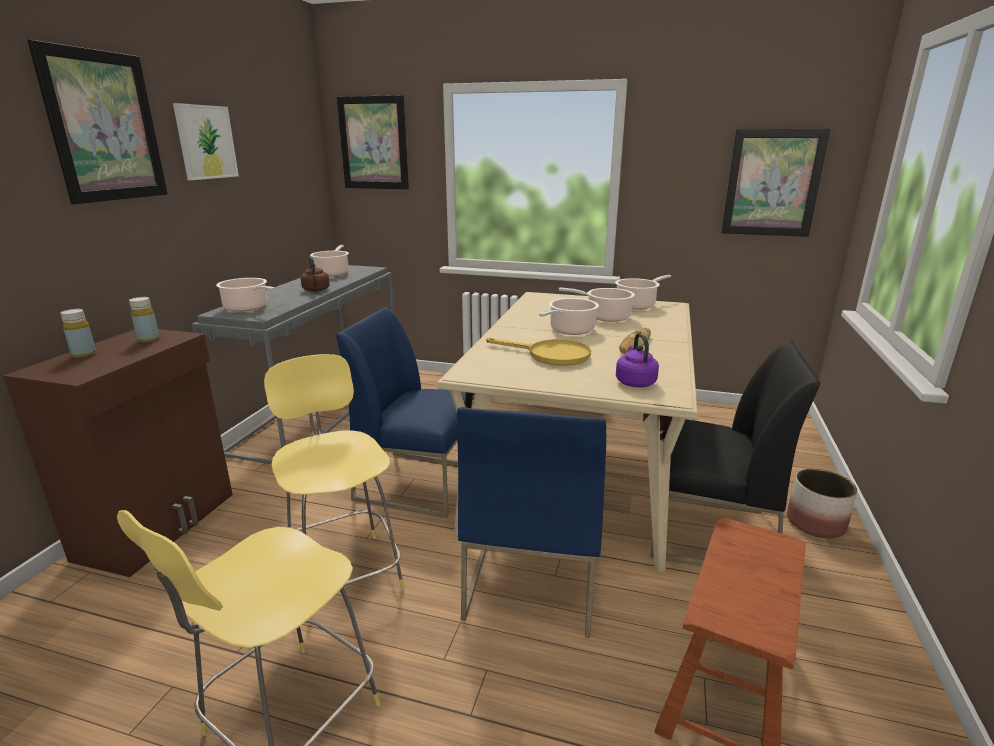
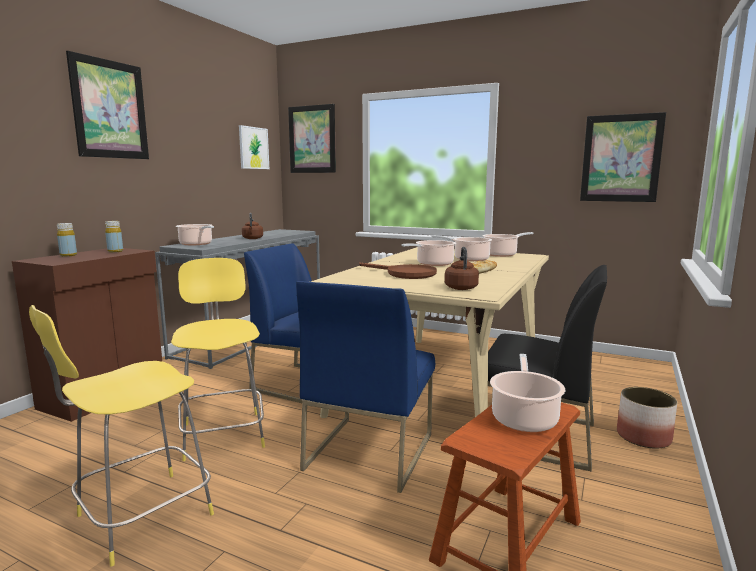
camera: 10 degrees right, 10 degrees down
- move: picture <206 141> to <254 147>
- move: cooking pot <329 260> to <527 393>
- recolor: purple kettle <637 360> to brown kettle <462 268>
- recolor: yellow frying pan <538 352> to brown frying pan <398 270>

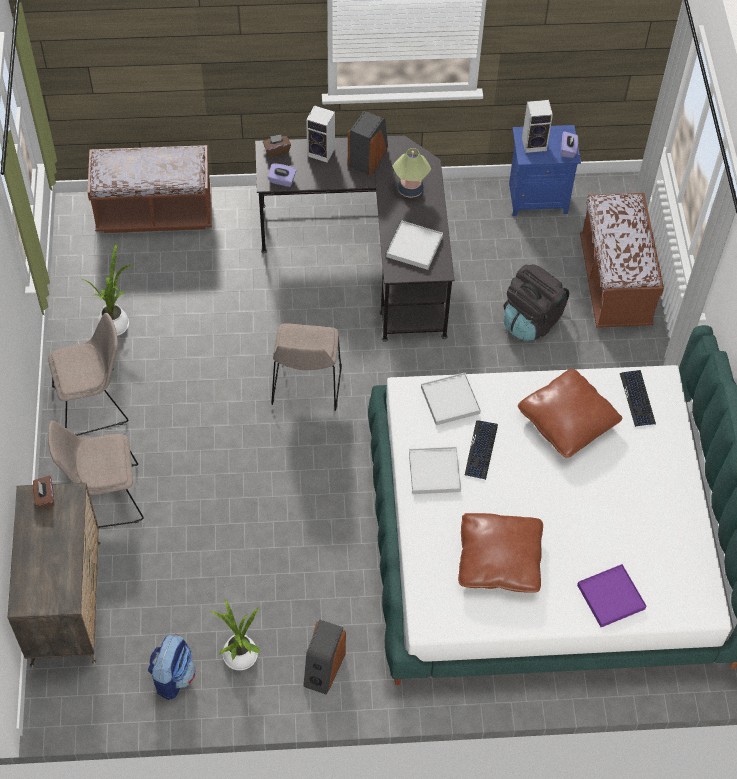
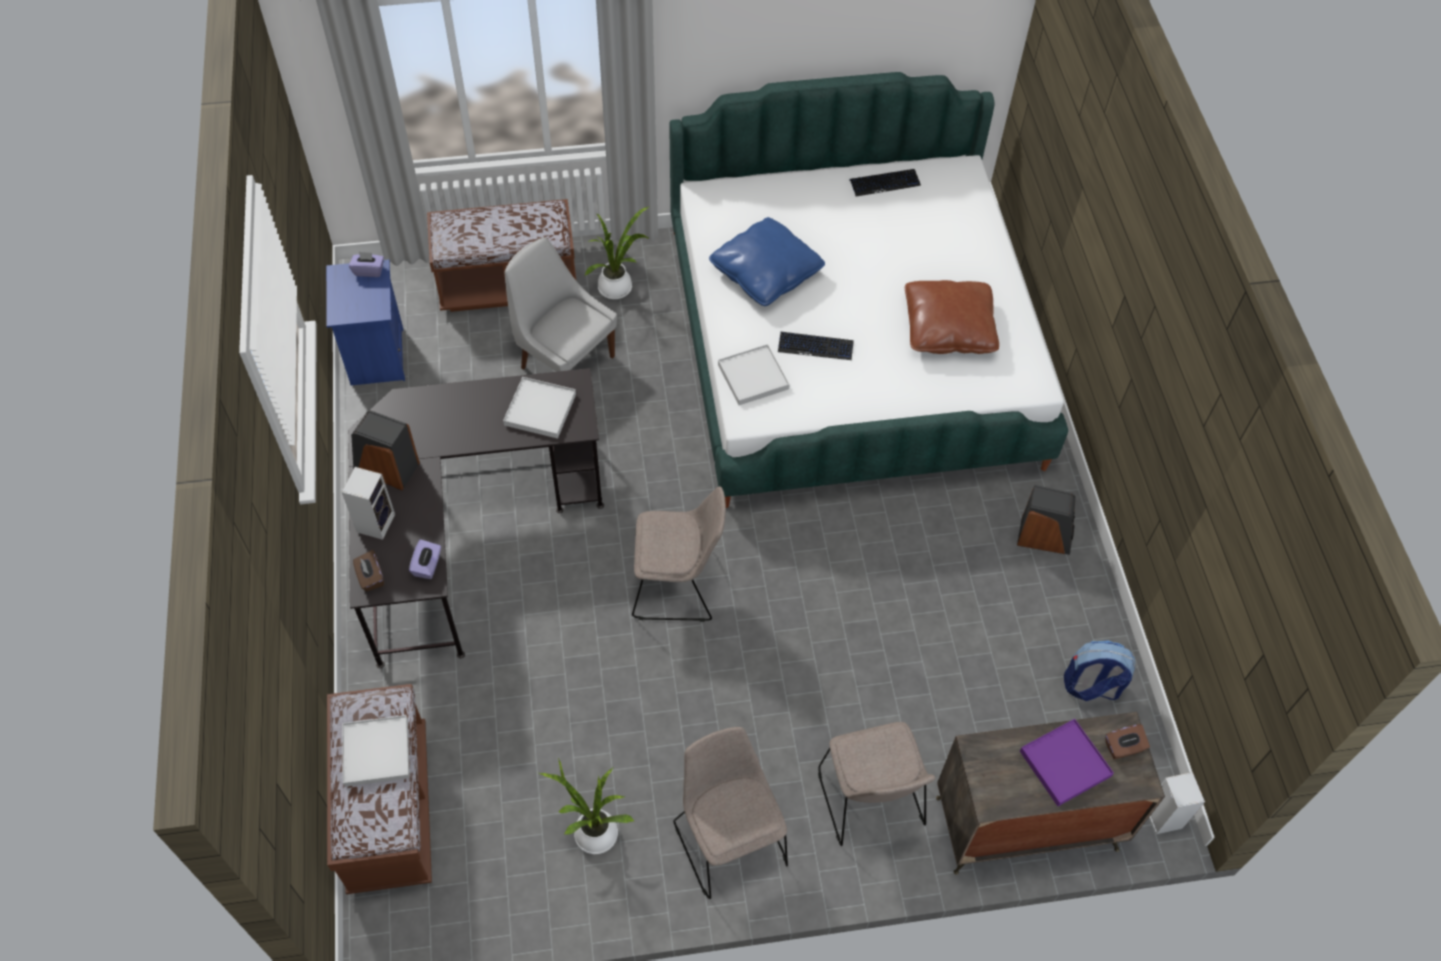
camera: 95 degrees left, 0 degrees up
- move: speaker <537 126> to <1177 803>
- delete: table lamp <412 173>
- replace: black backpack <536 302> to white chair <561 304>
- recolor: brown pillow <570 413> to blue pillow <767 261>
- move: keyboard <638 398> to <885 183>
- move: white tray <435 470> to <376 751>
- move: brown tissue box <43 491> to <1127 741>
- move: purple tray <611 595> to <1067 762>
- move: potted plant <235 633> to <617 252>

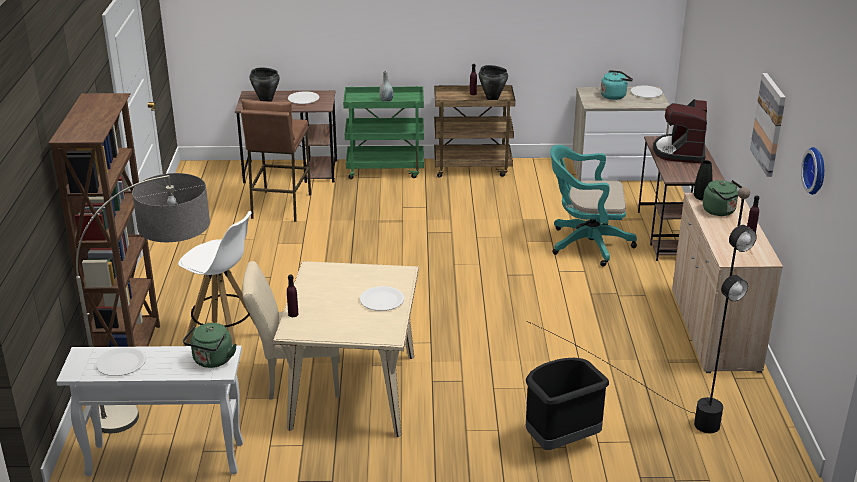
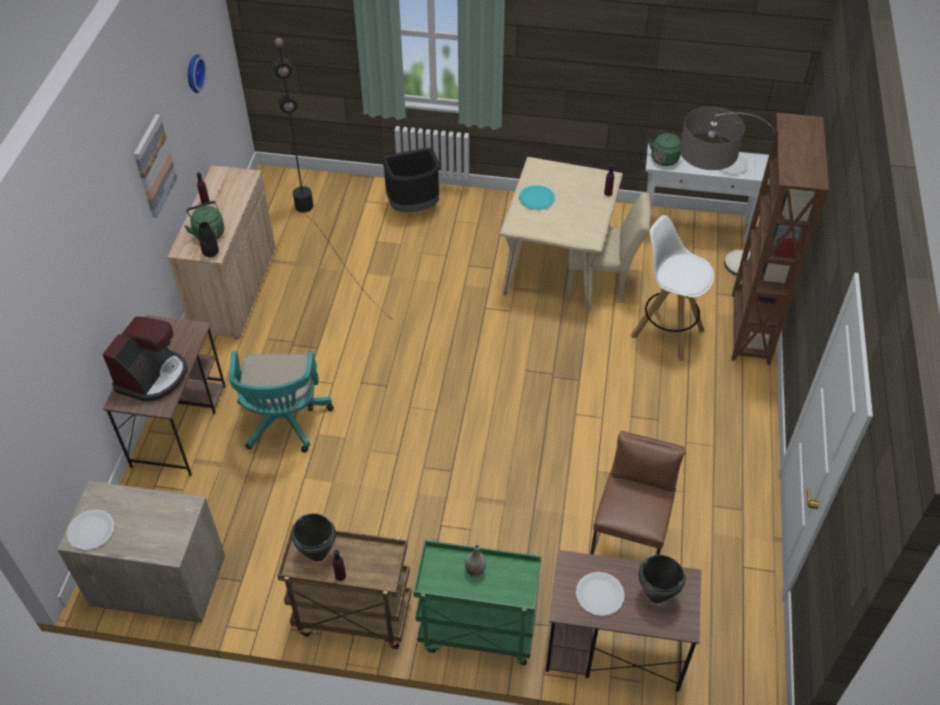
camera: 170 degrees left, 20 degrees up
- delete: turquoise kettle <617 85>
- rotate: turquoise office chair <593 206> = <280 402> 75 degrees clockwise
- recolor: white plate <382 298> to turquoise plate <537 197>

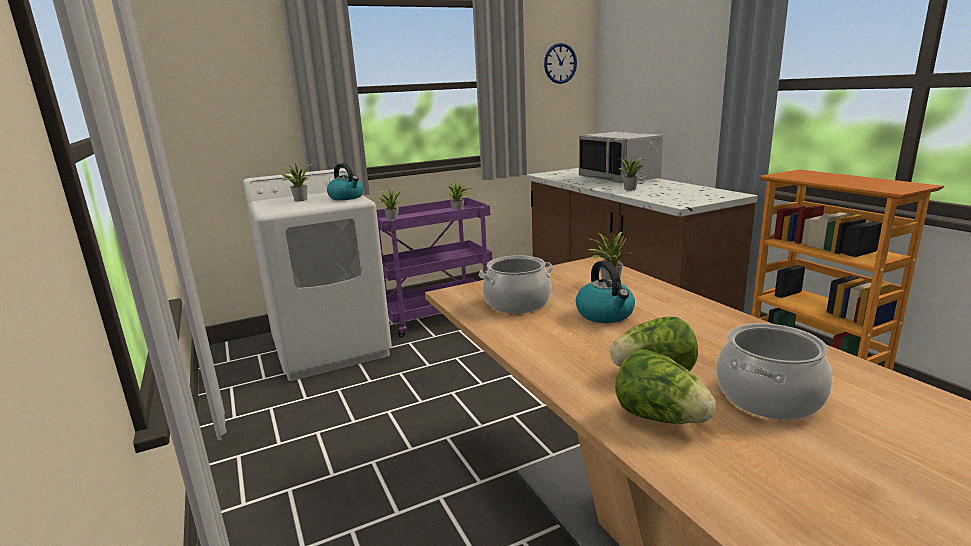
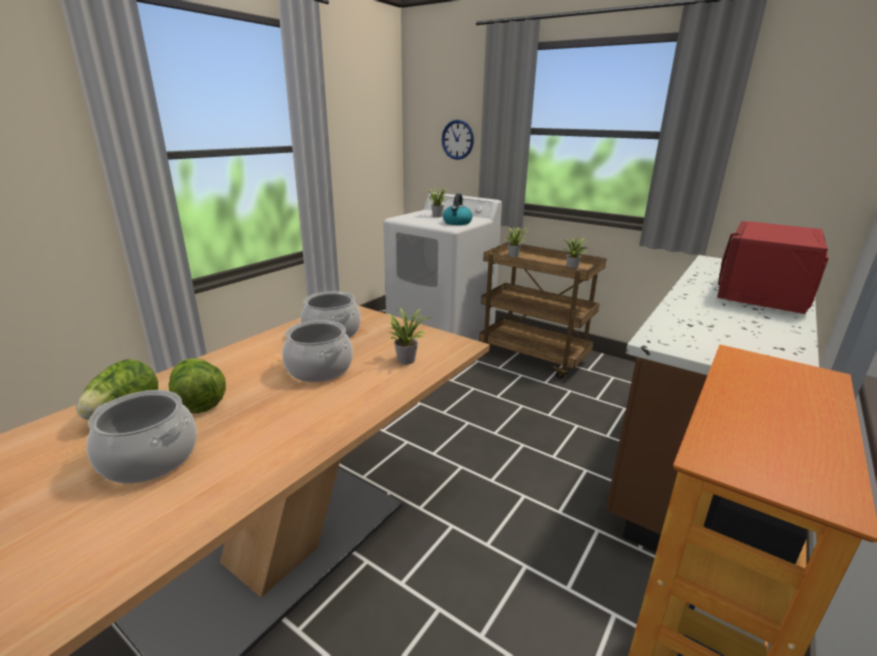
camera: 60 degrees right, 5 degrees up
- move: wall clock <560 63> to <458 140>
- recolor: grey microwave <621 157> to red microwave <773 267>
- delete: potted plant <630 173>
- recolor: purple cart <434 267> to brown cart <543 310>
- replace: kettle <605 292> to cooking pot <317 351>

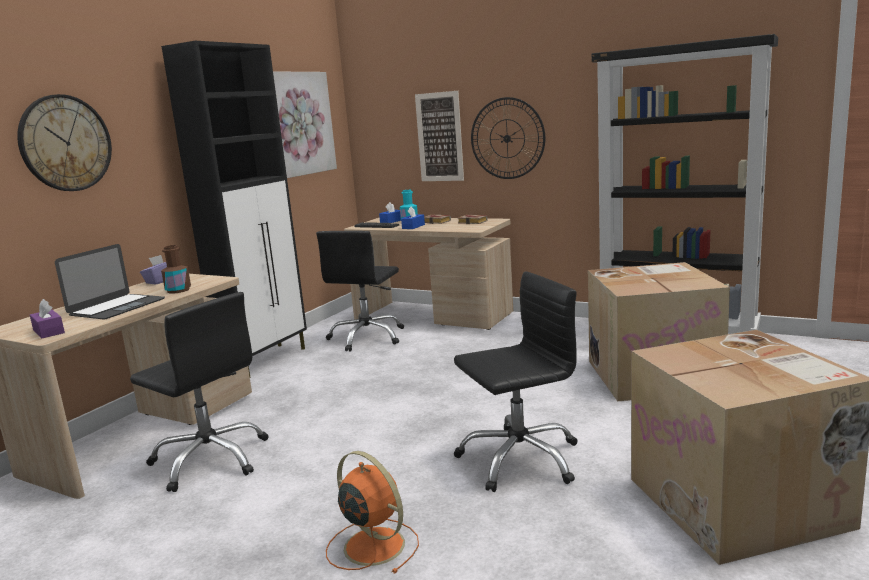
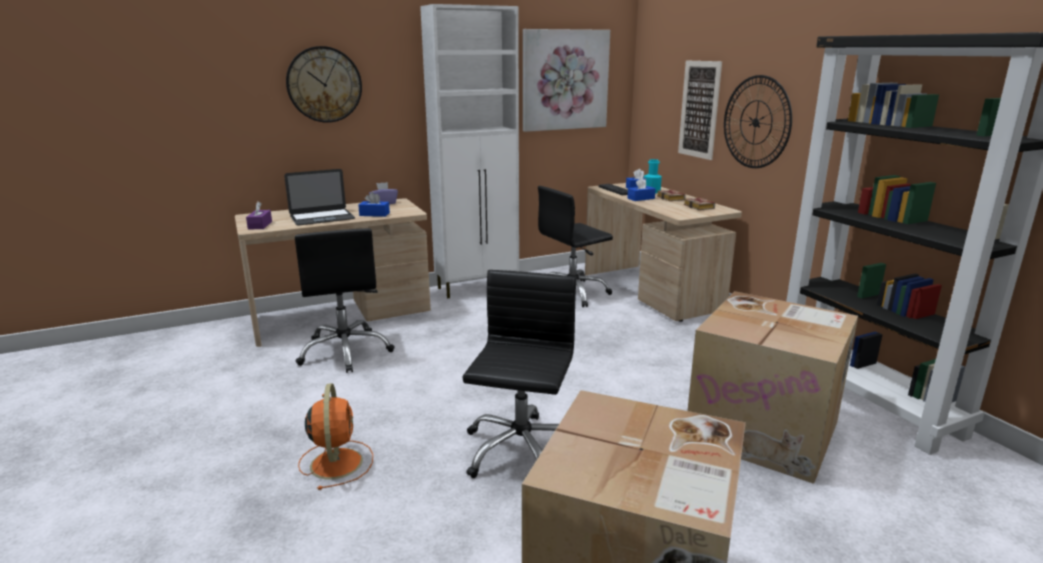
camera: 35 degrees right, 5 degrees up
- recolor: black cabinet <234 208> to white cabinet <469 151>
- replace: brown bottle <176 269> to blue tissue box <374 204>
- rotate: black office chair <516 381> = <519 374> 90 degrees counterclockwise

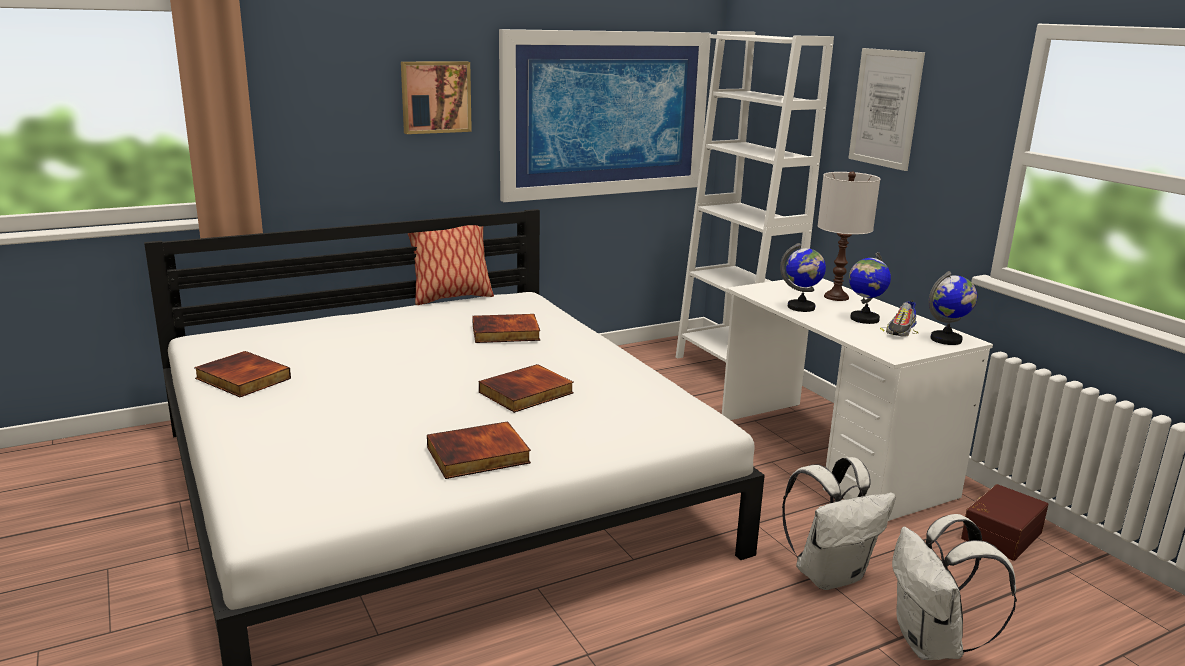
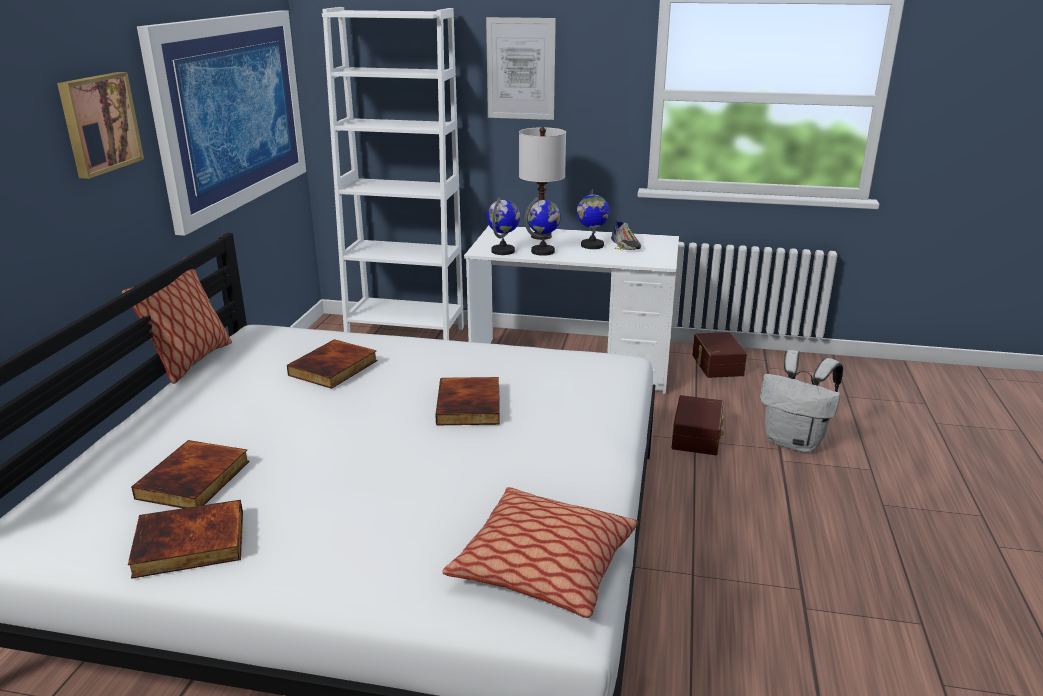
camera: 50 degrees left, 5 degrees up
- move: globe <953 308> to <503 226>
- move: book <479 450> to <190 474>
- replace: white backpack <839 523> to brown storage box <697 425>
- insert: pillow <540 552>

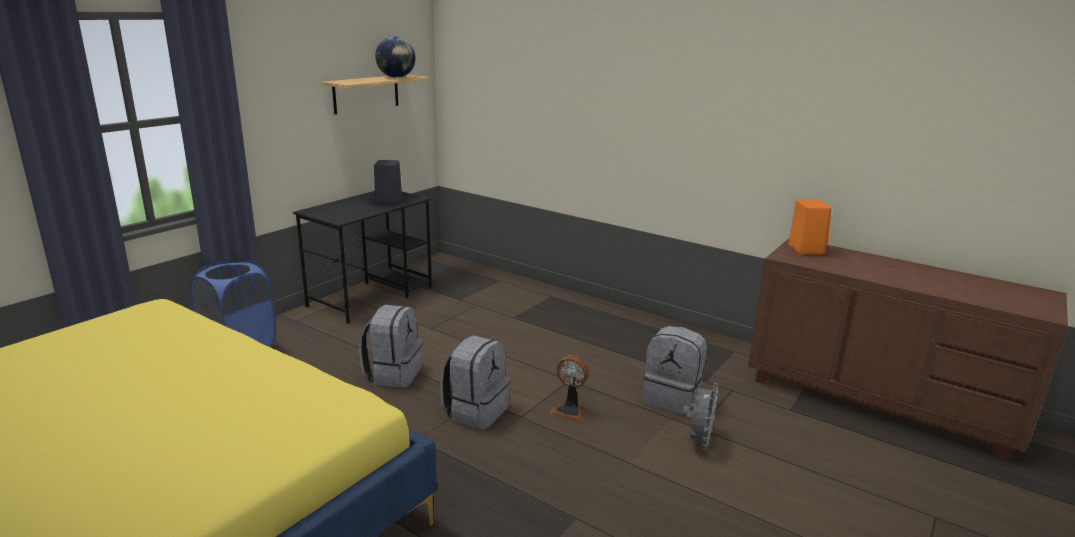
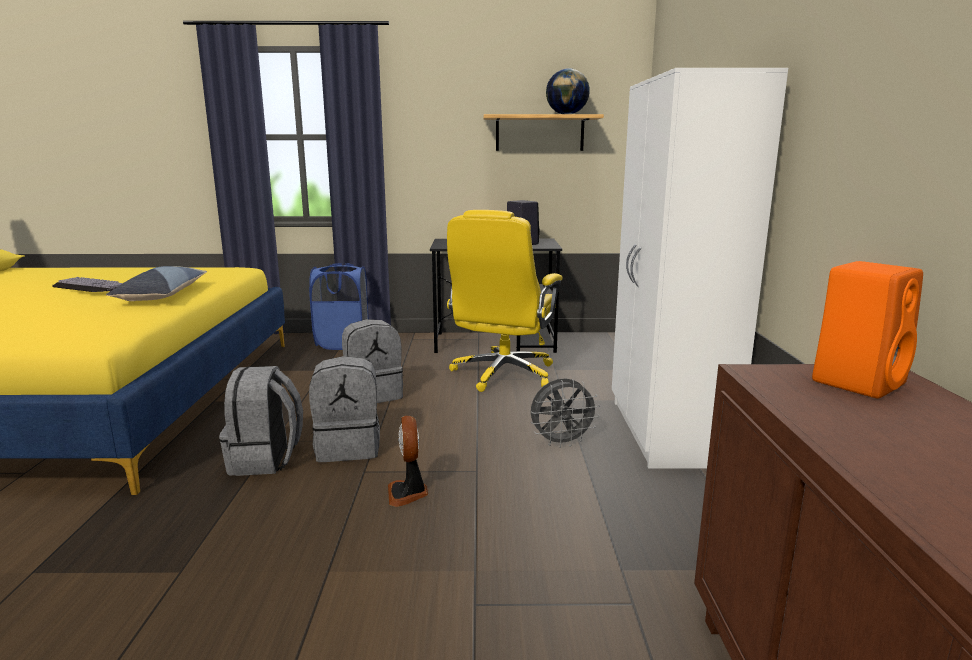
camera: 55 degrees right, 5 degrees down
- move: grey backpack <675 370> to <261 421>
- move: grey fan <700 416> to <565 413>
- insert: white wardrobe <700 268>
- insert: yellow office chair <505 301>
- insert: pillow <156 283>
- insert: keyboard <87 284>

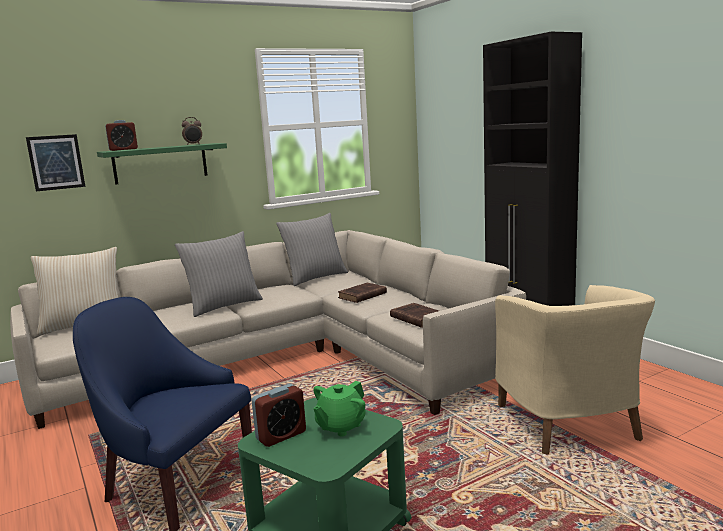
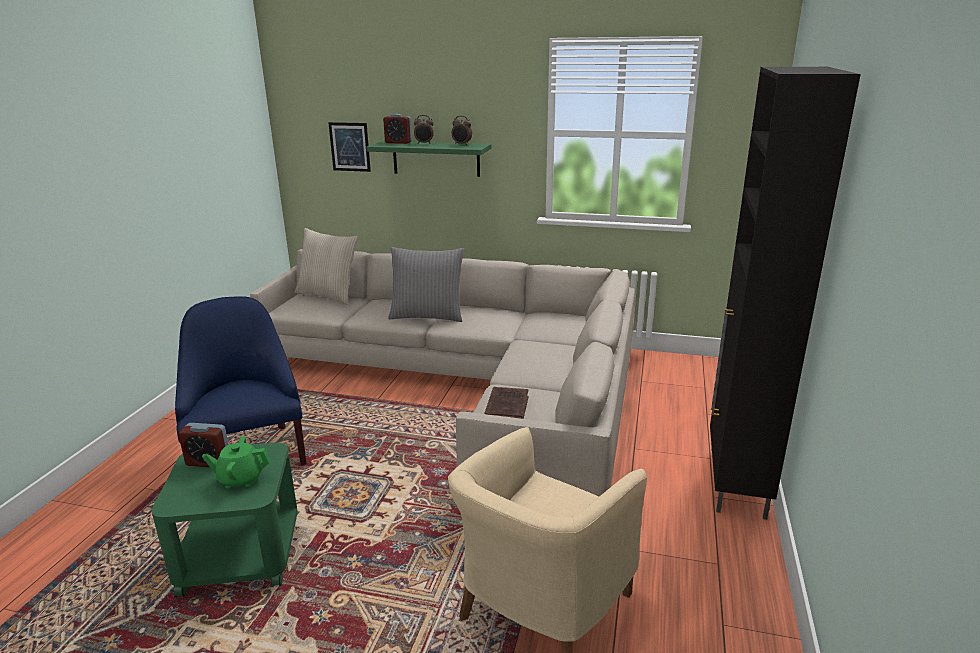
camera: 45 degrees right, 10 degrees up
- delete: grey pillow <312 249>
- delete: brown book <362 293>
- insert: alarm clock <424 129>

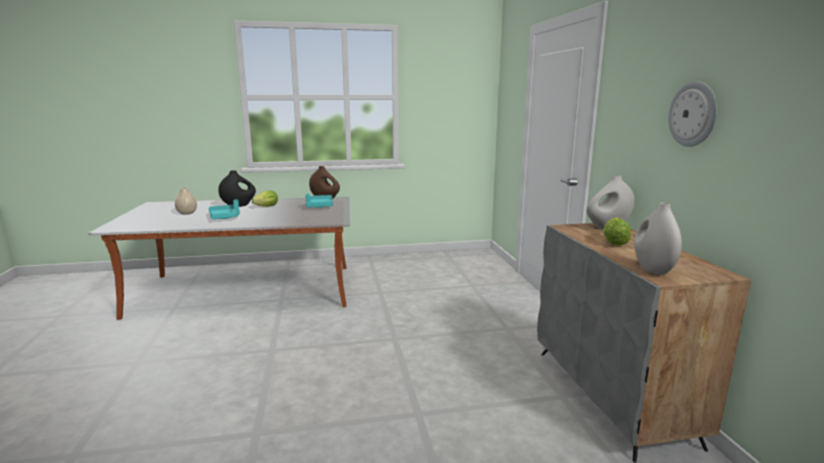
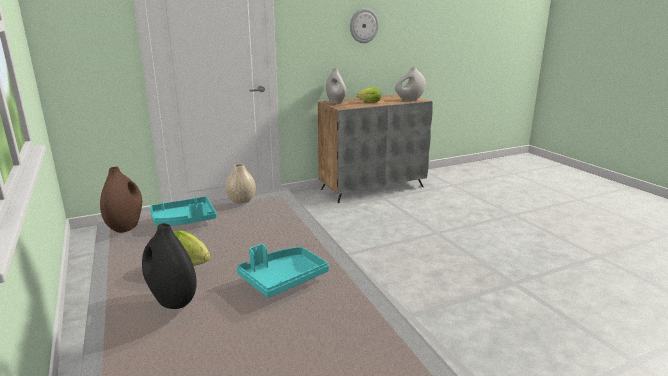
camera: 105 degrees left, 5 degrees up
- move: beige vase <186 201> to <240 184>

